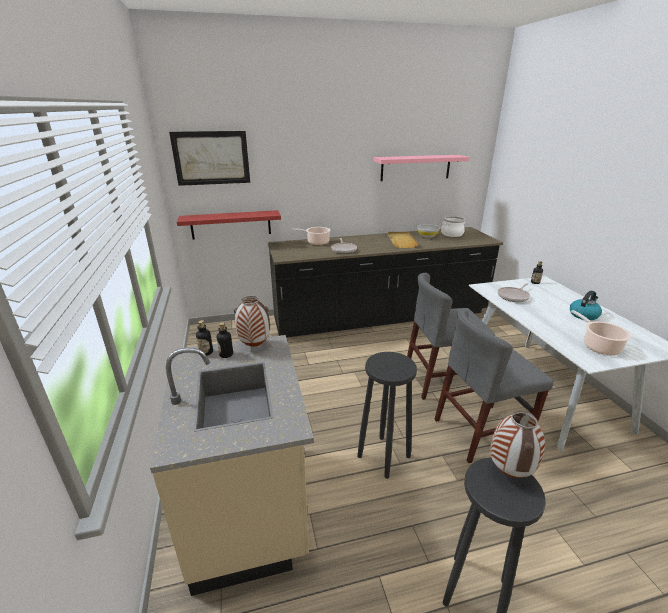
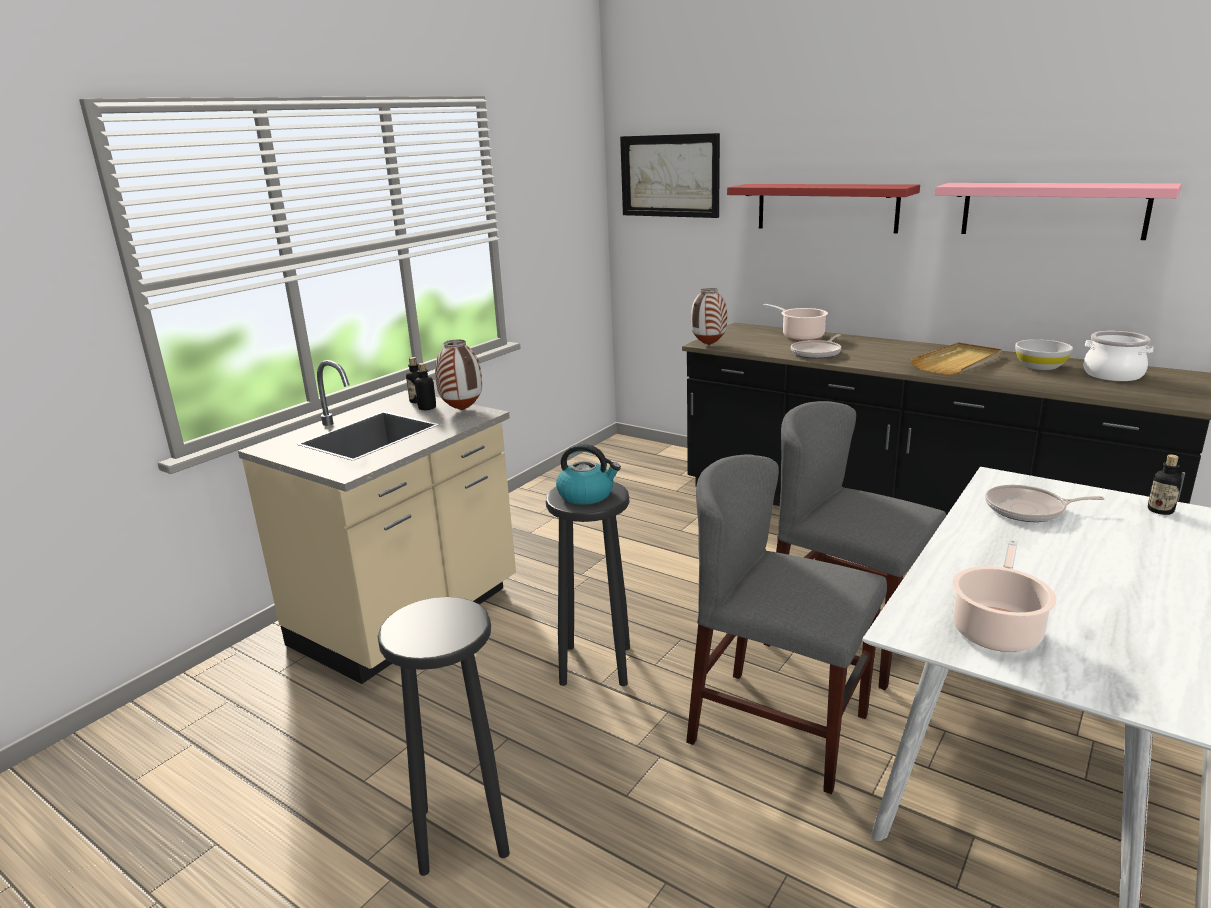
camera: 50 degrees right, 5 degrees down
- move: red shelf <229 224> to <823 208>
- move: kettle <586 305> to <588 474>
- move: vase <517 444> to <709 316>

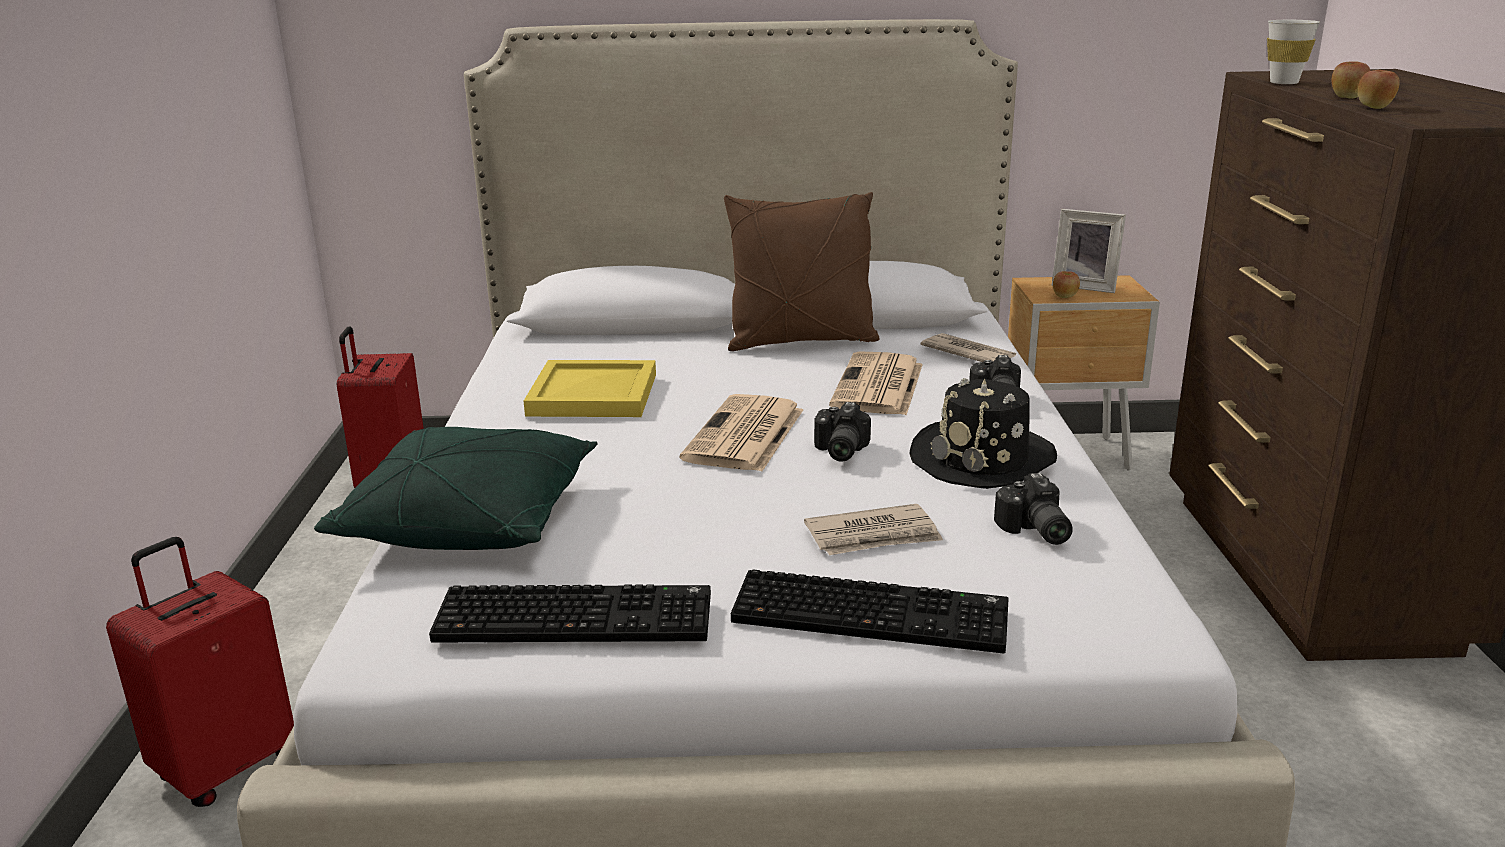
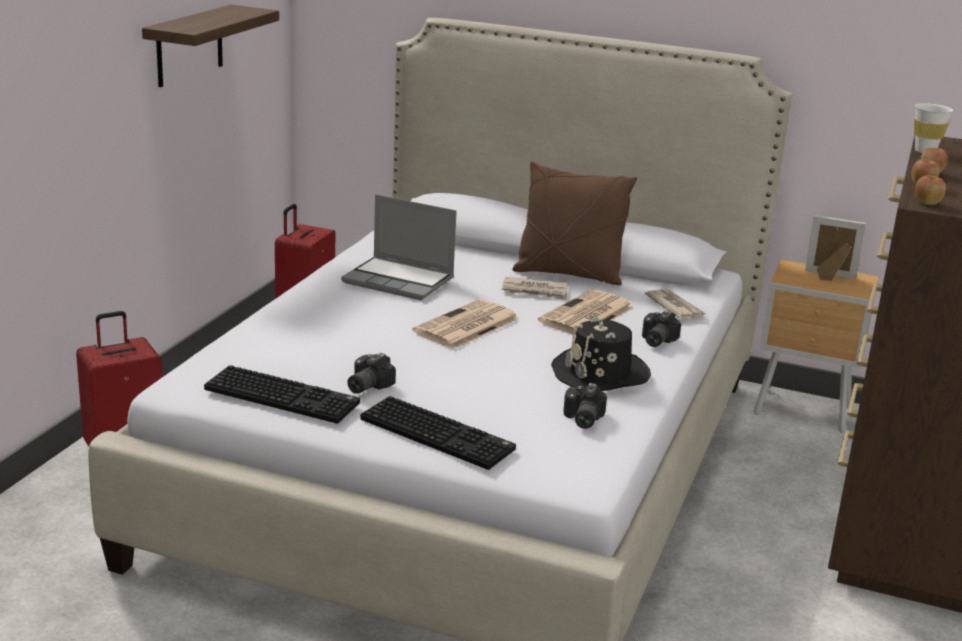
camera: 20 degrees right, 0 degrees up
- rotate: picture frame <1089 251> = <835 248> 150 degrees clockwise
- move: apple <1066 284> to <930 190>
- replace: yellow tray <590 388> to laptop <399 247>
- move: photo camera <842 432> to <371 373>
- delete: green pillow <456 488>
- move: newspaper <873 529> to <534 288>
- insert: shelf <210 46>

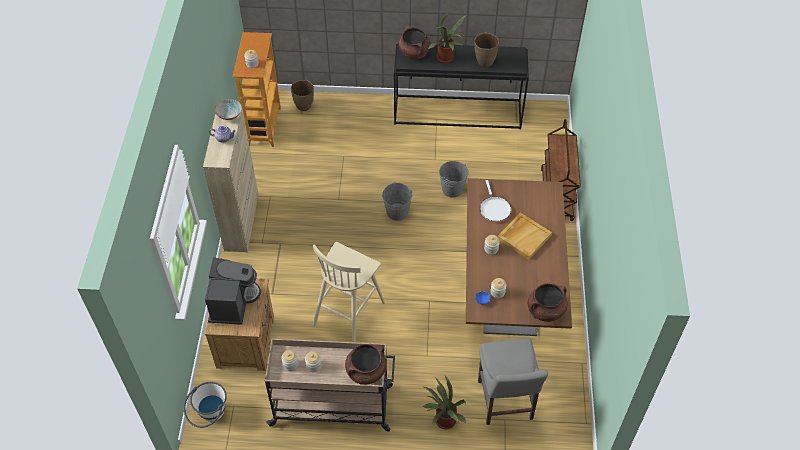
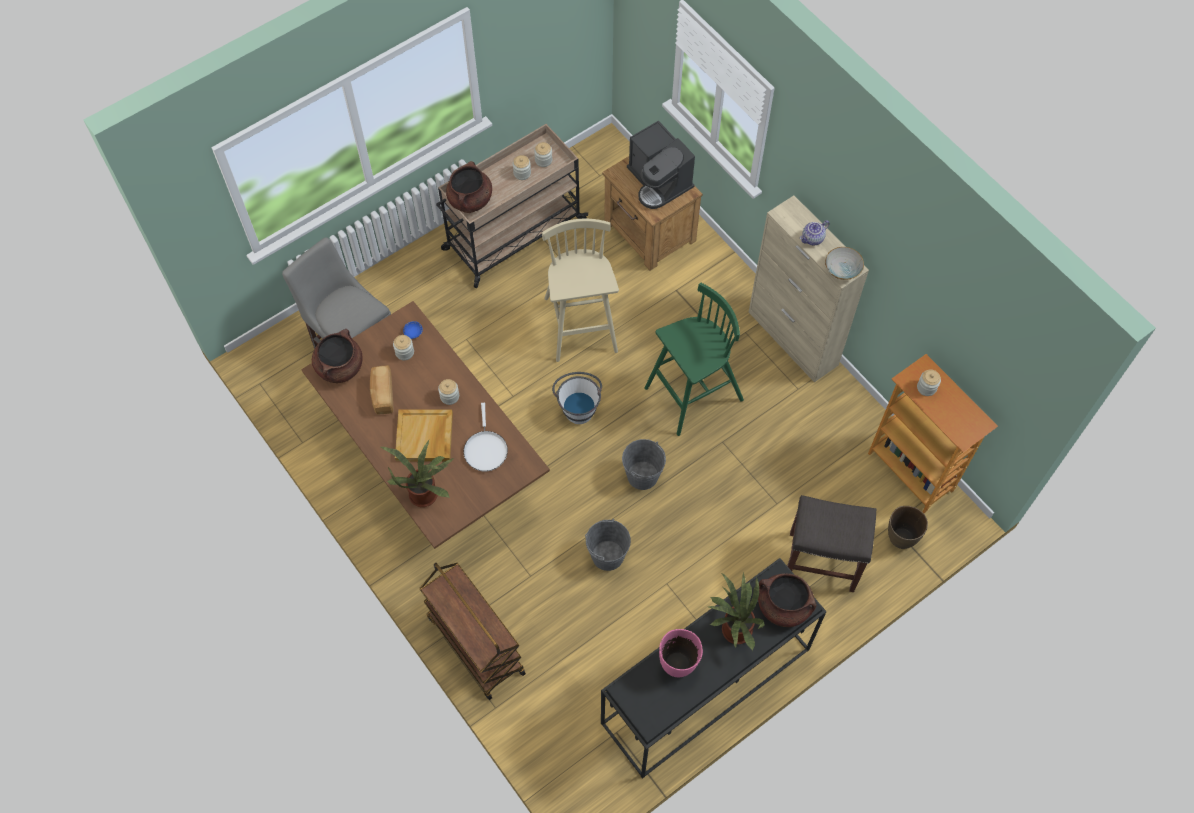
camera: 140 degrees right, 10 degrees up
- recolor: brown vase <486 50> to pink vase <681 653>
- rotate: white frying pan <495 201> = <485 437> 135 degrees counterclockwise
- move: potted plant <443 402> to <417 473>
- move: white bucket <205 405> to <577 398>
- insert: green stool <694 359>
- insert: bread <381 389>
- insert: grey stool <831 543>

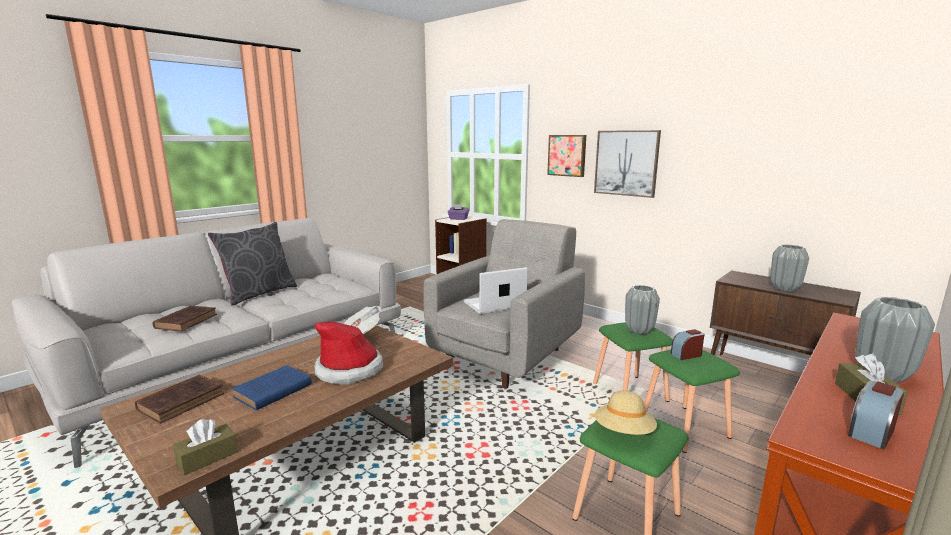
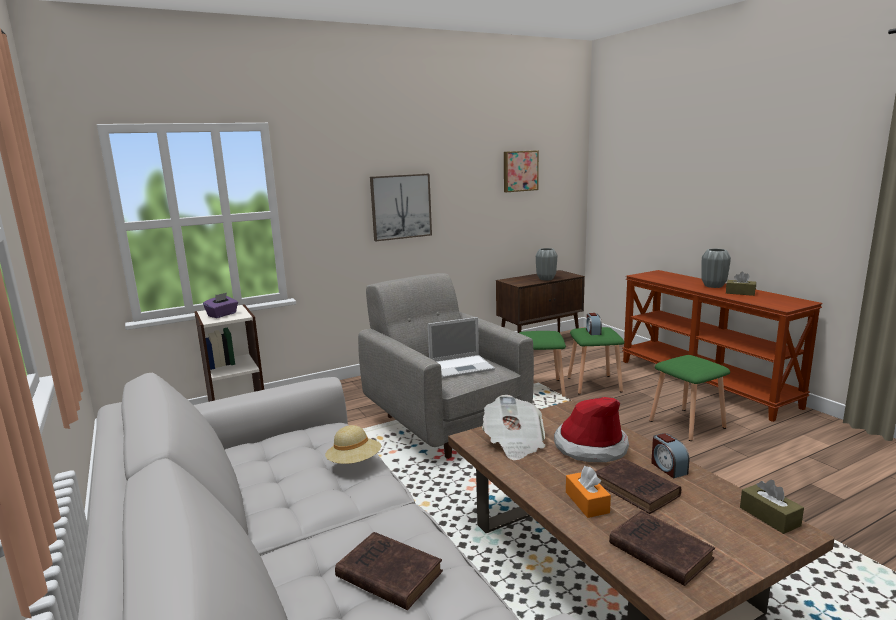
camera: 70 degrees left, 0 degrees up
- move: picture <566 156> to <521 171>
- delete: grey pillow <252 264>
- rotate: laptop <495 290> = <461 348> 105 degrees counterclockwise
- delete: grey vase <642 309>
- recolor: blue book <272 388> to brown book <638 486>
- move: alarm clock <876 415> to <670 455>
- move: beige hat <626 412> to <353 444>
- insert: orange tissue box <588 492>

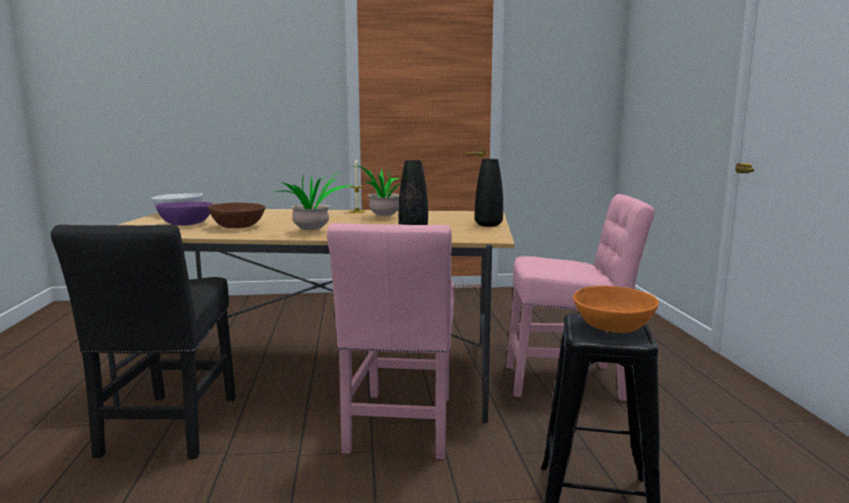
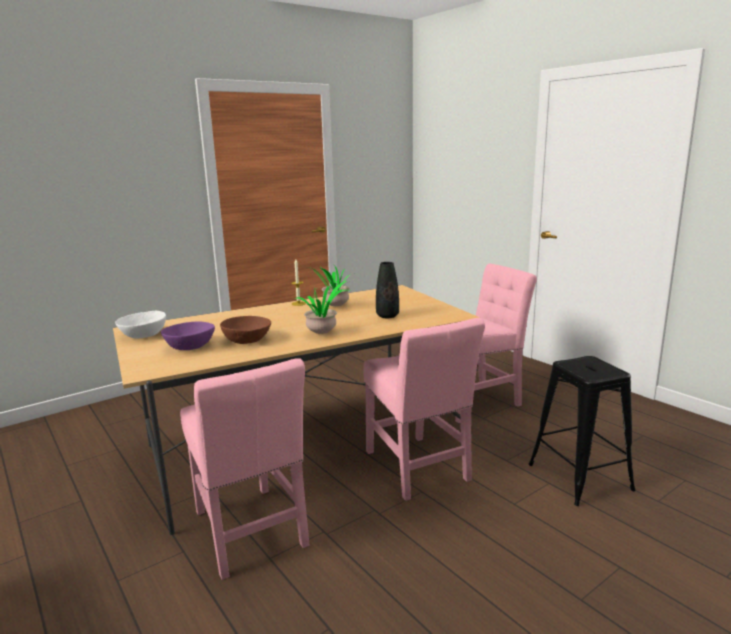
camera: 30 degrees left, 5 degrees up
- delete: black vase <489 193>
- recolor: black chair <143 342> to pink chair <244 469>
- delete: orange bowl <616 309>

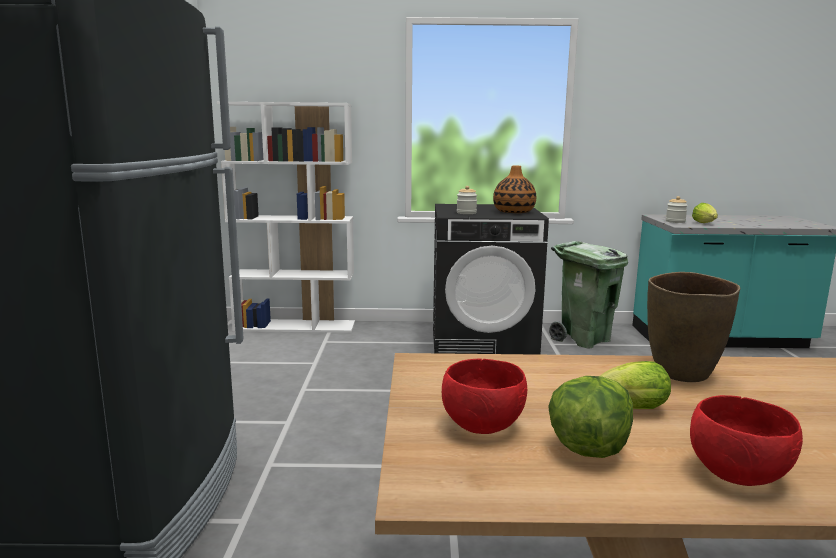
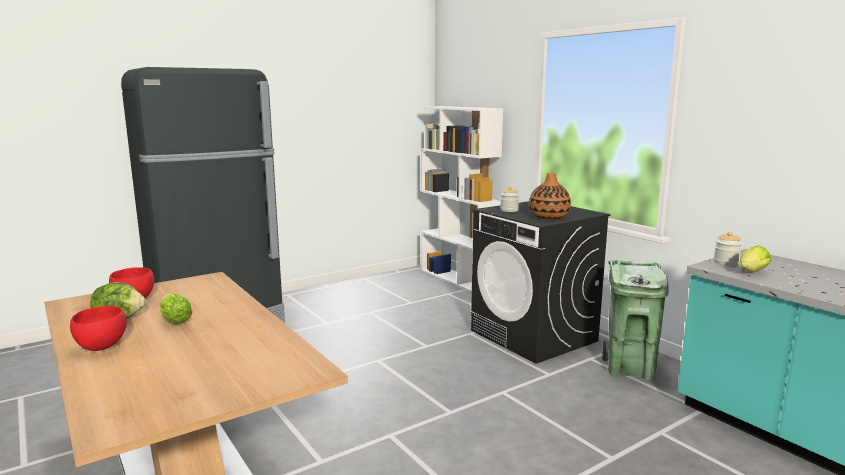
camera: 55 degrees right, 0 degrees up
- delete: brown vase <693 327>

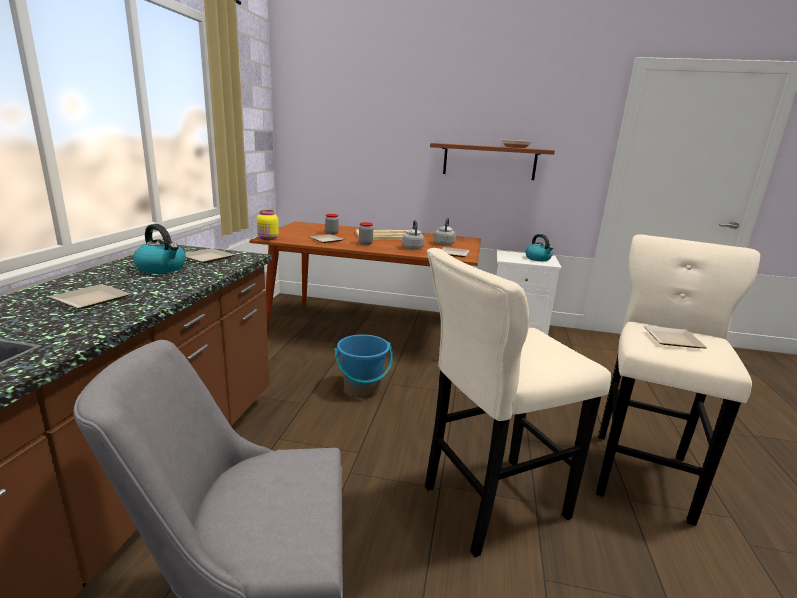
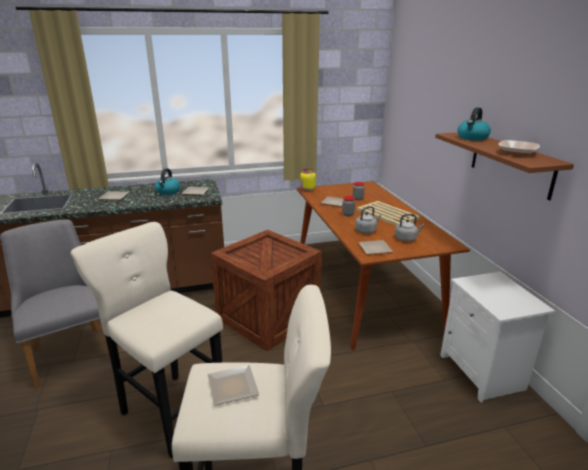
camera: 65 degrees right, 5 degrees up
- move: kettle <539 247> to <474 123>
- replace: blue bucket <363 365> to crate <266 290>

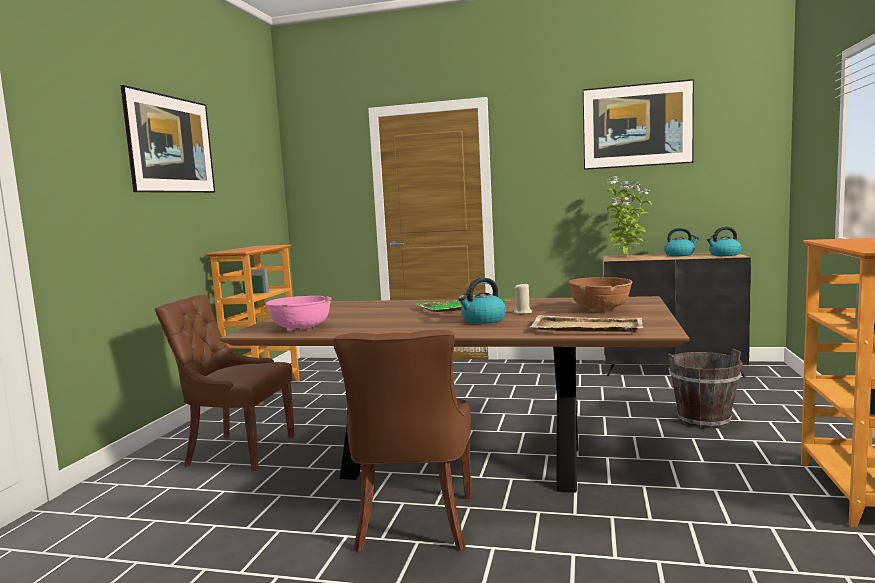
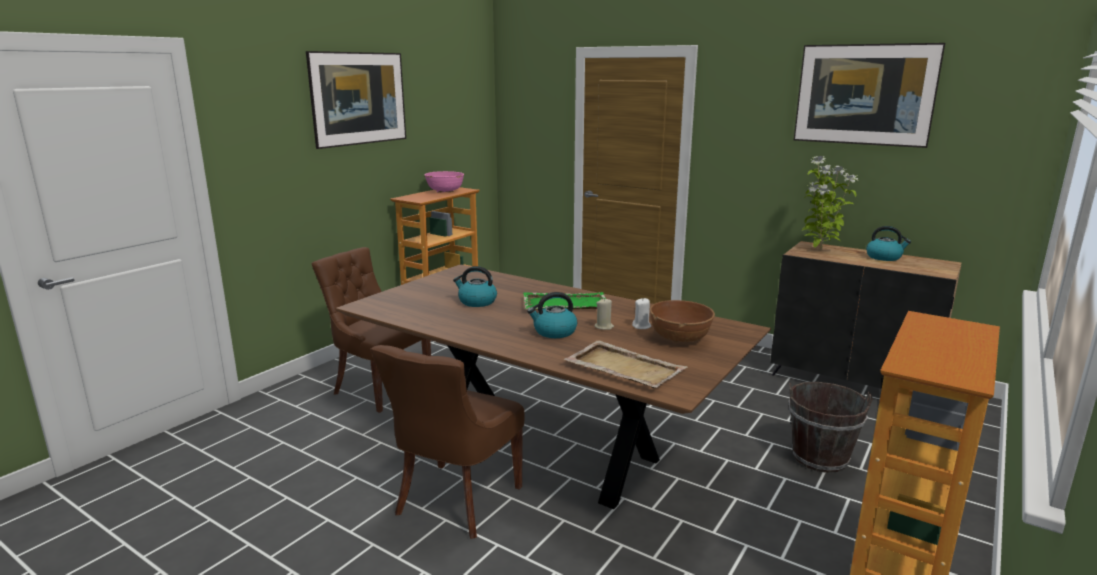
camera: 20 degrees right, 10 degrees up
- move: kettle <724 241> to <475 286>
- move: pink bowl <298 313> to <444 182>
- insert: white candle <641 313>

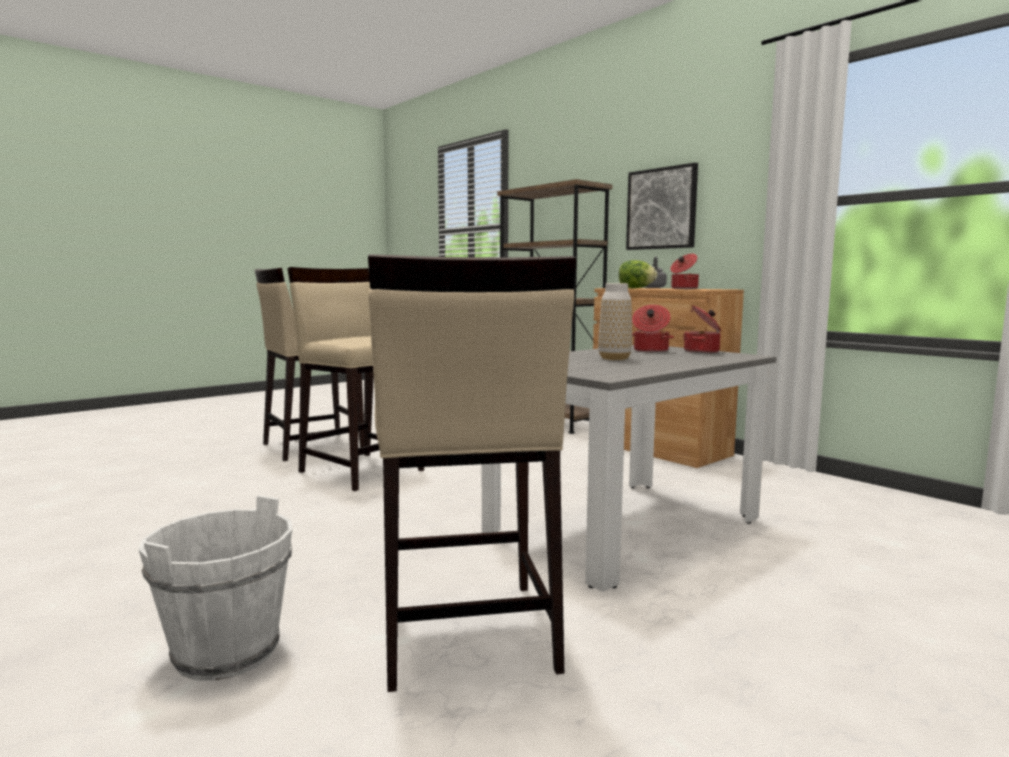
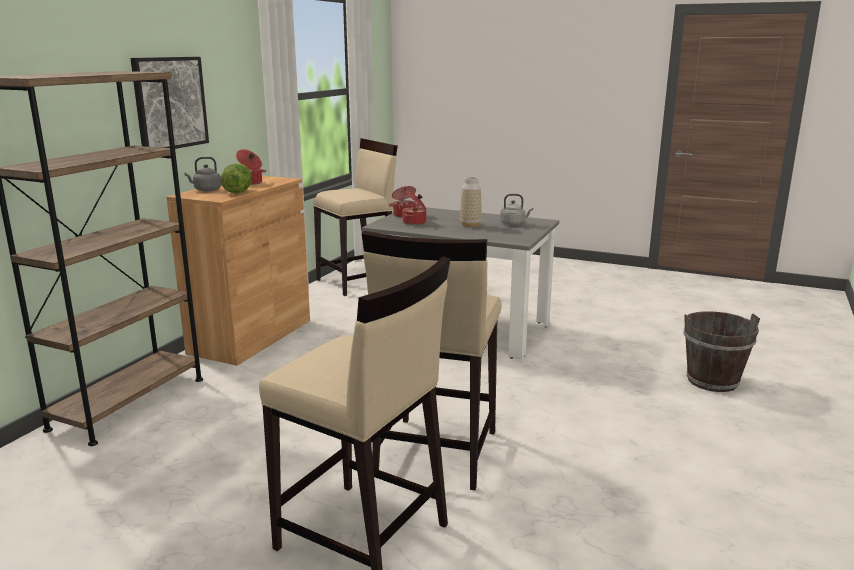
camera: 115 degrees left, 10 degrees up
- move: beige stool <472 473> to <355 217>
- recolor: white bucket <216 588> to brown bucket <721 351>
- insert: grey kettle <516 209>

